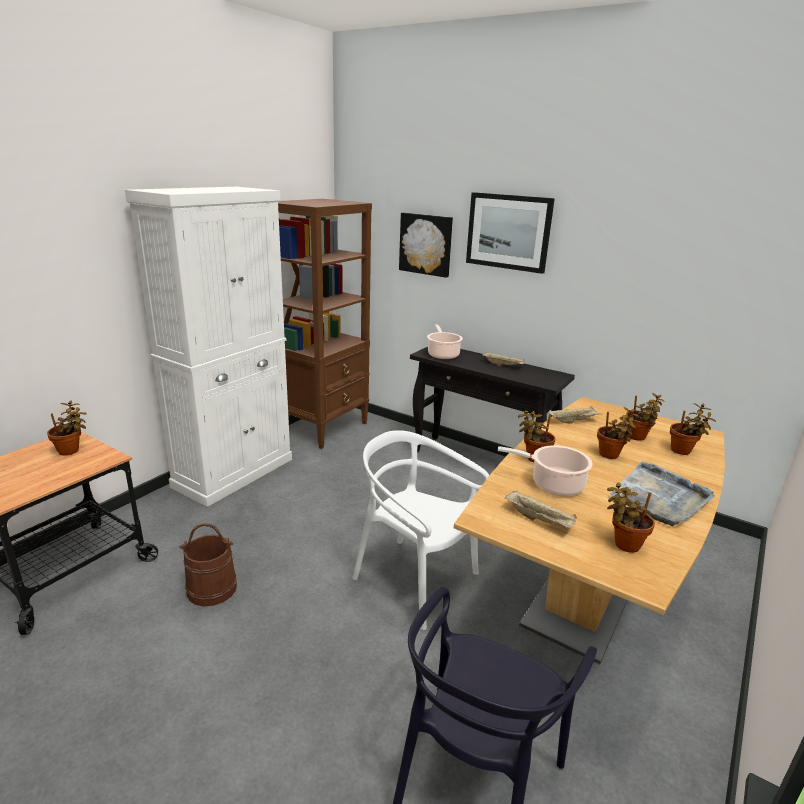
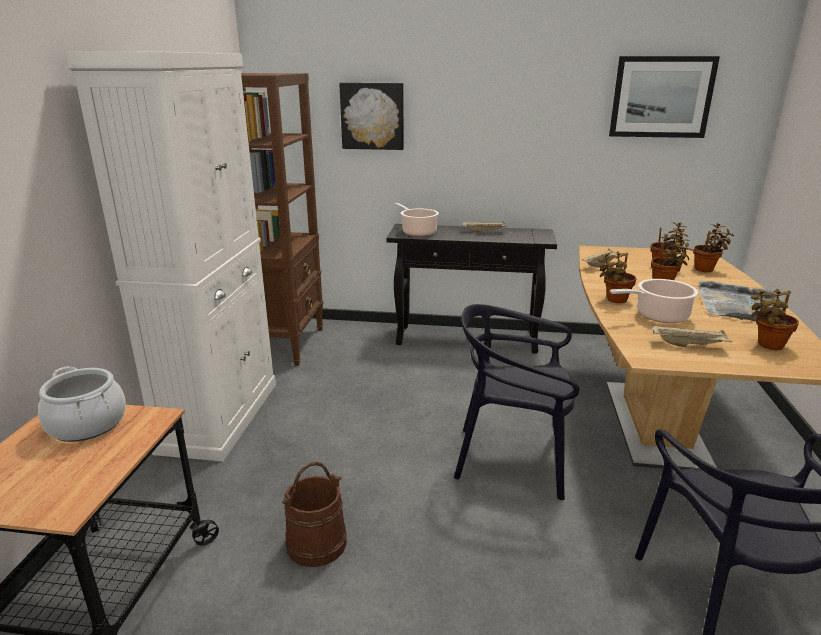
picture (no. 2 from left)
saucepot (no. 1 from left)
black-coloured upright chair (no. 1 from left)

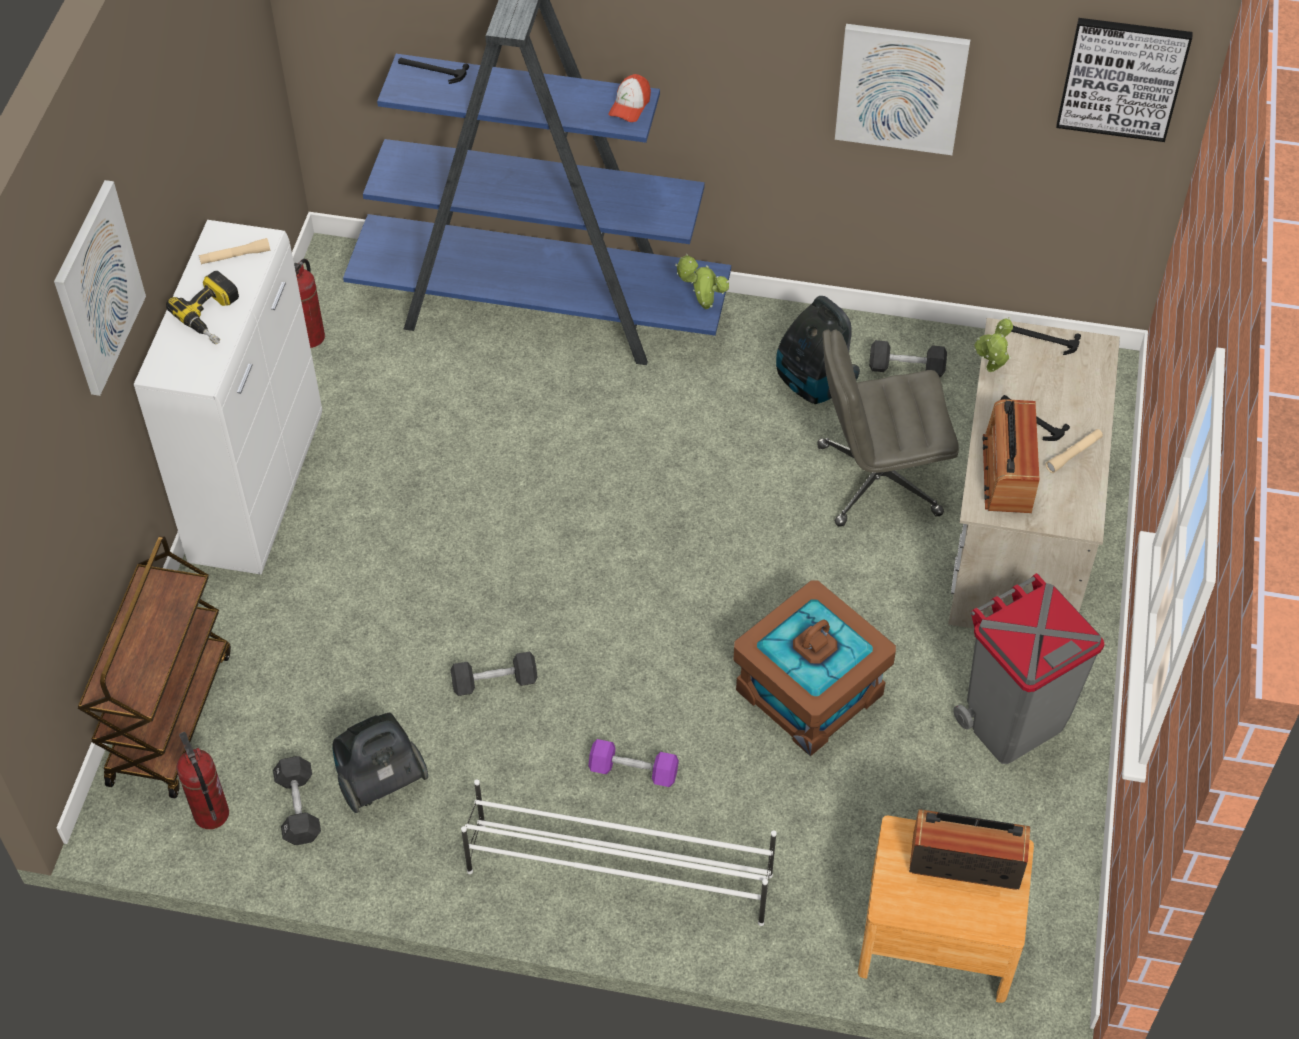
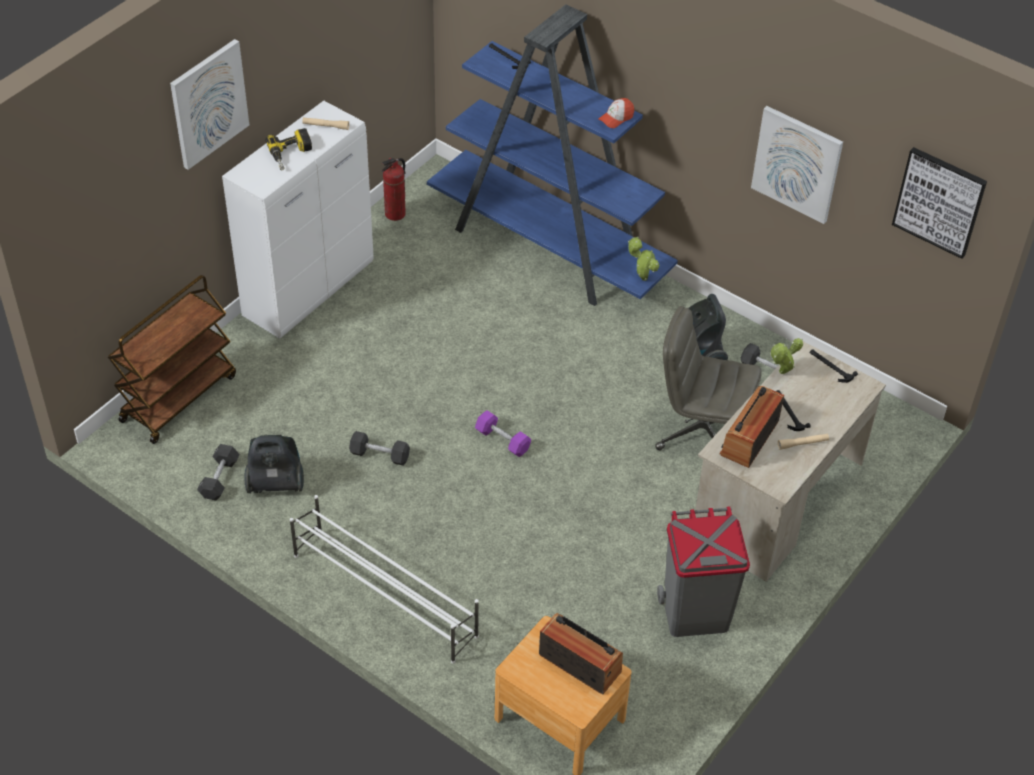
fire-fighting cylinder (no. 1 from left in the first image)
brown storage box
purple-coloured free weight

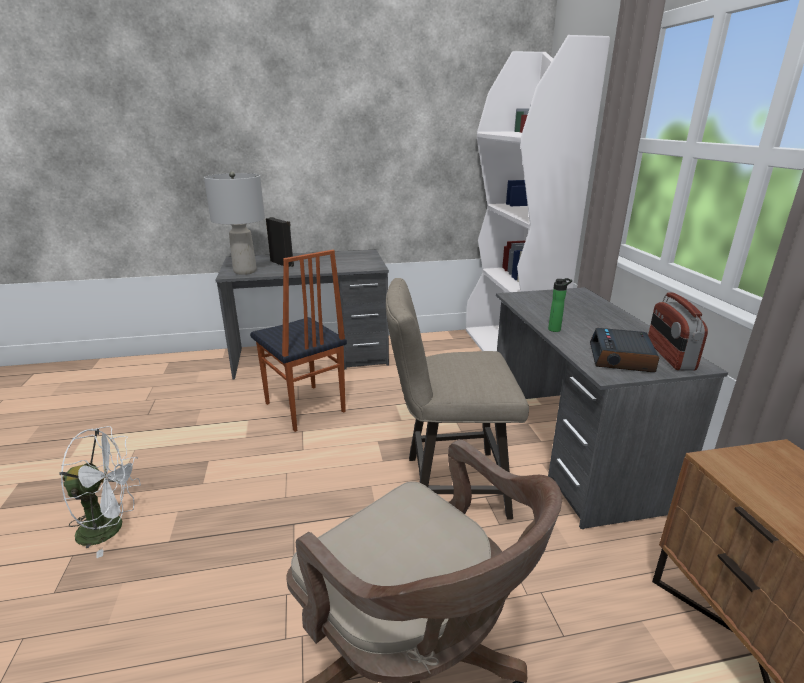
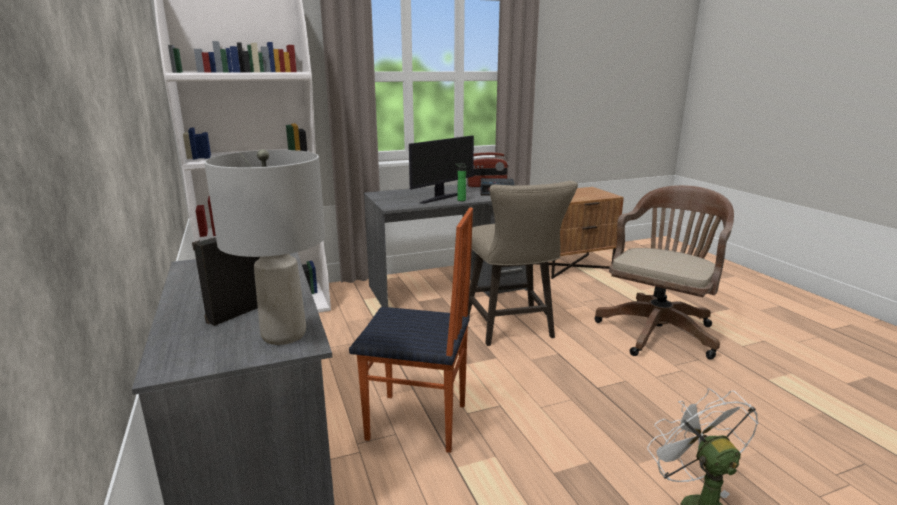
monitor
upright chair

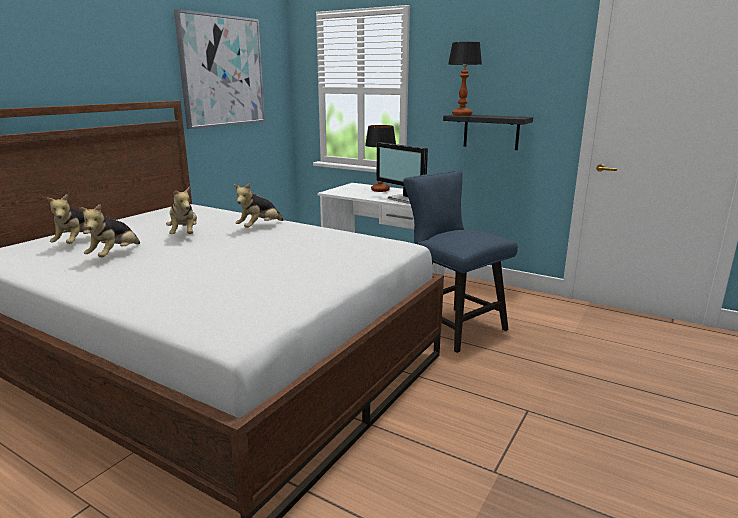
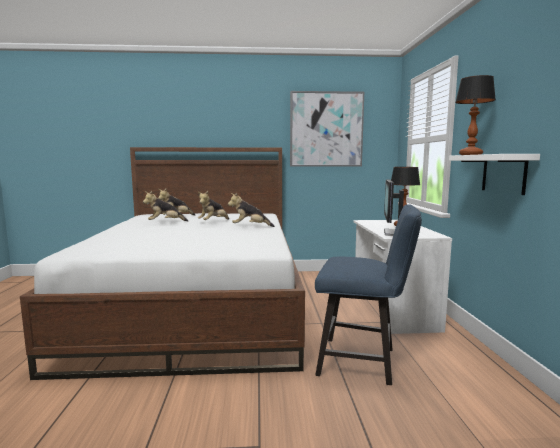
white-coloured bracket shelf
blue-coloured upright chair

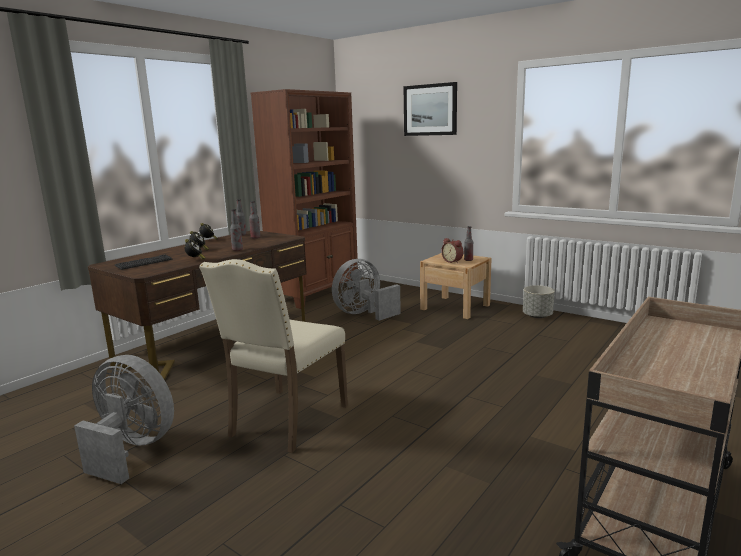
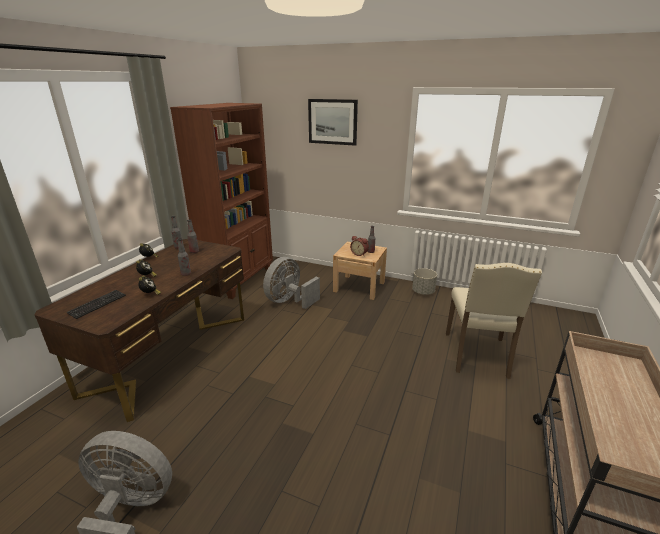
beige upright chair

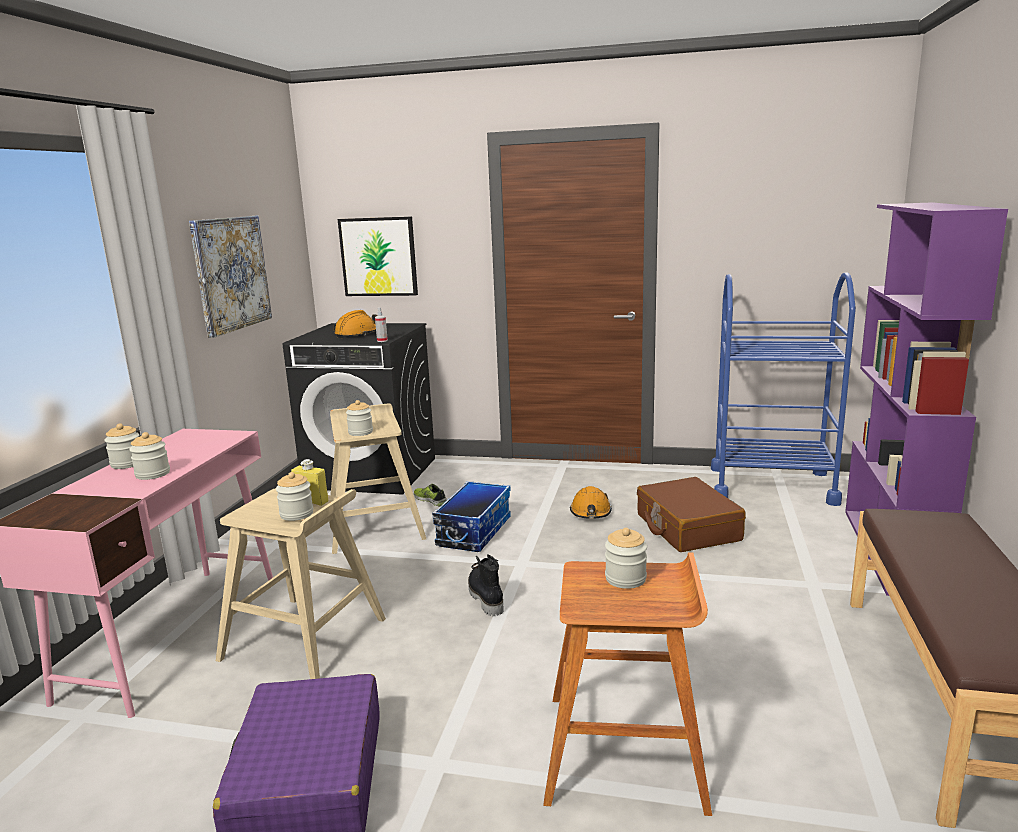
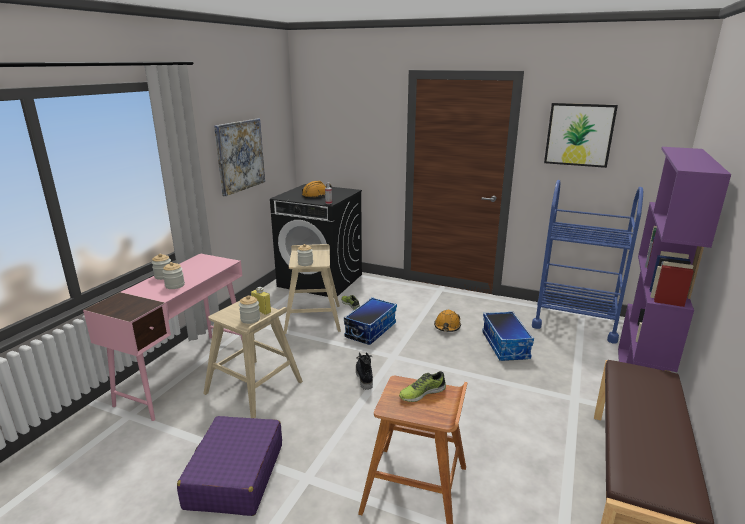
picture (no. 2 from left)
shoe (no. 2 from left)
storage box (no. 2 from left)

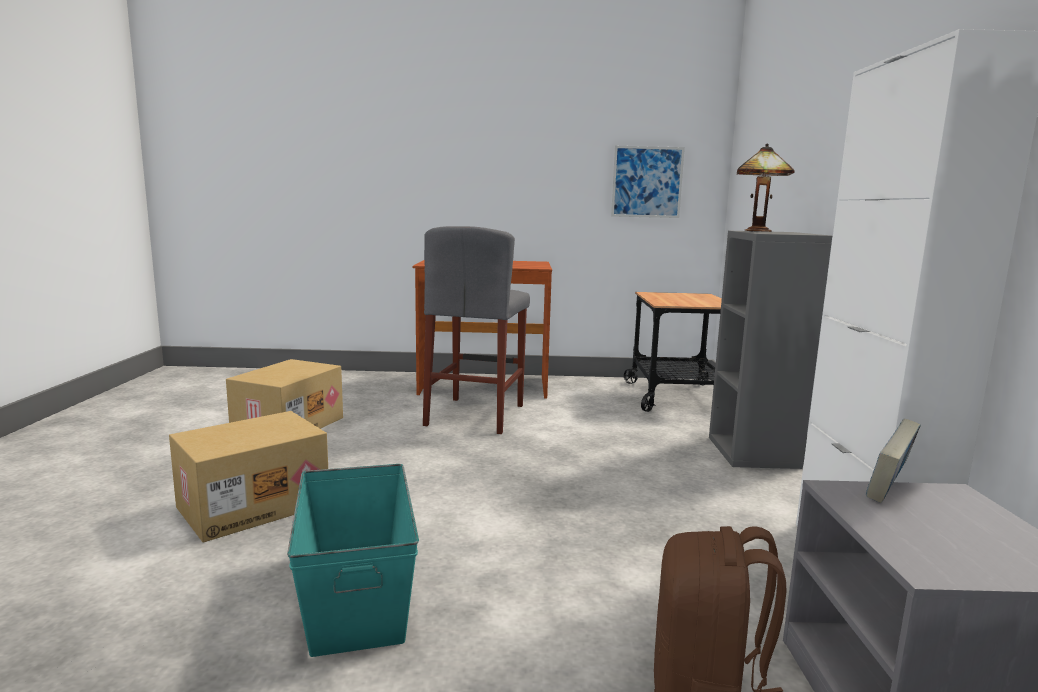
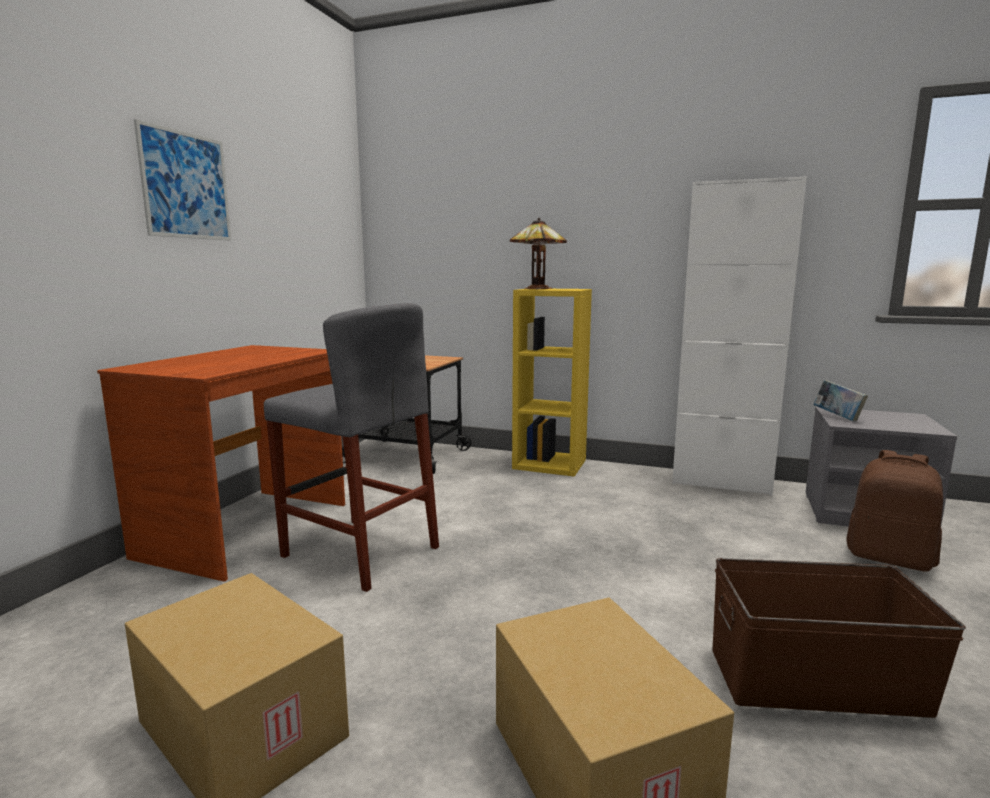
picture
brown storage box
yellow shelving unit

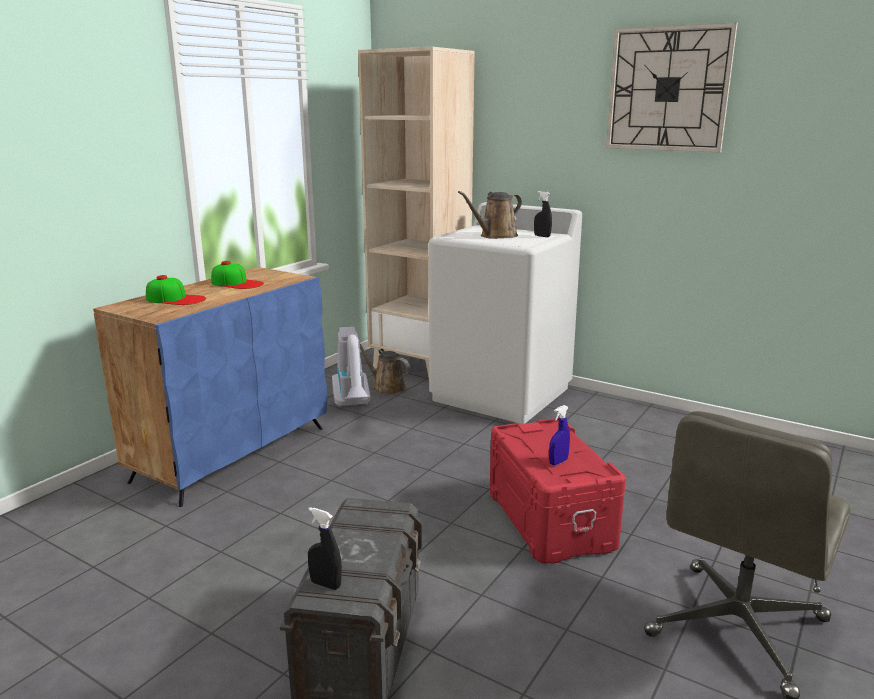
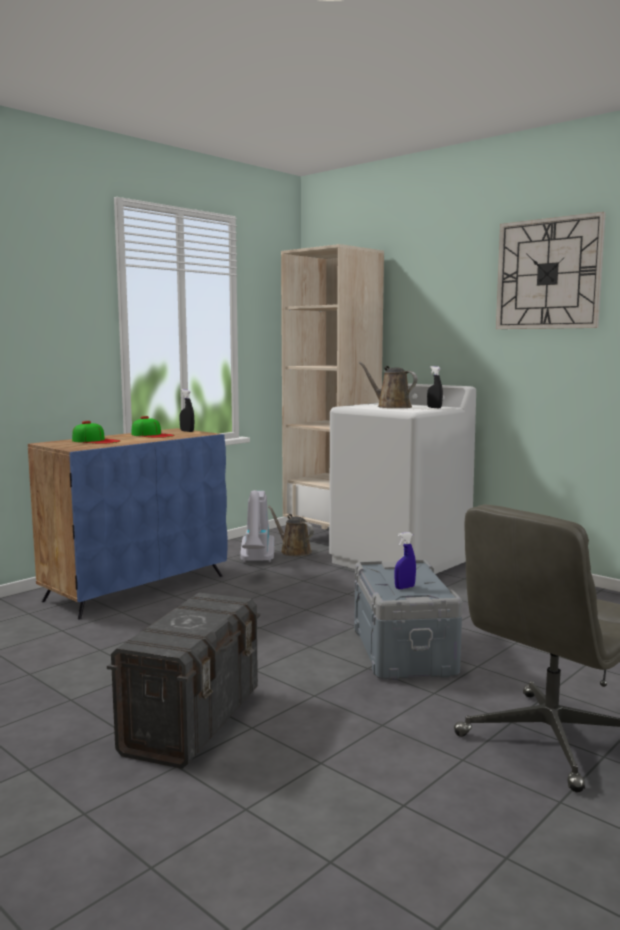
black-coloured hand sprayer (no. 1 from left)
greyish storage box (no. 2 from left)
brown sprinkling can (no. 2 from left)

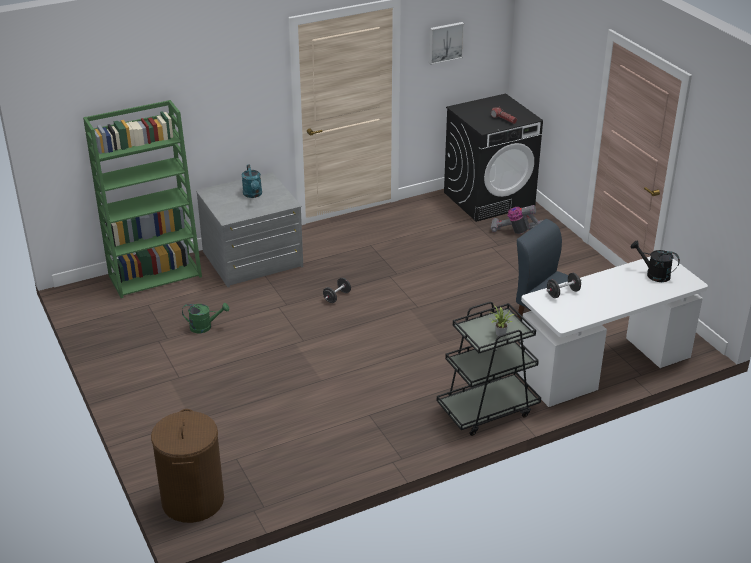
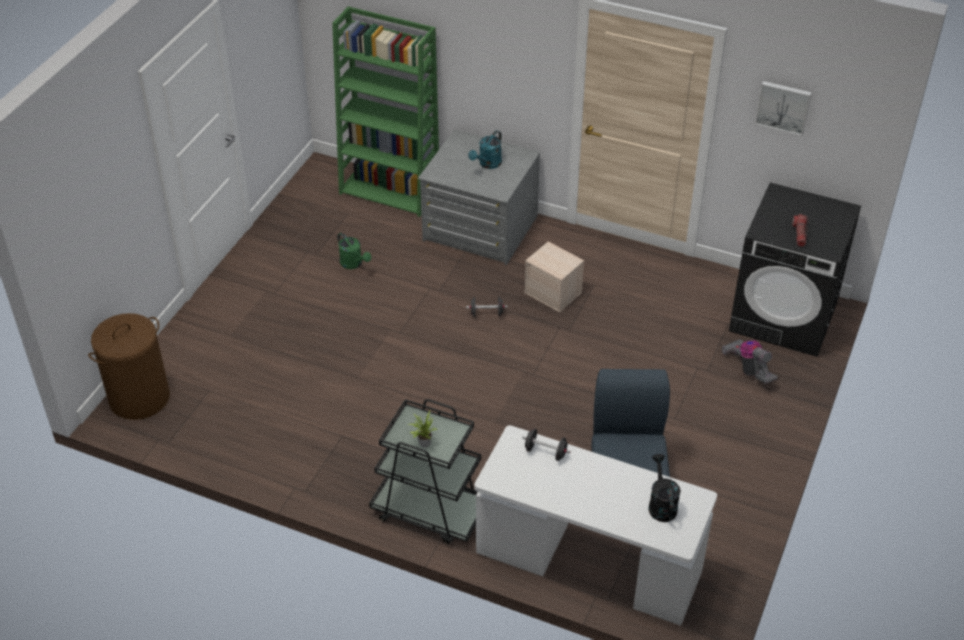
beige storage box

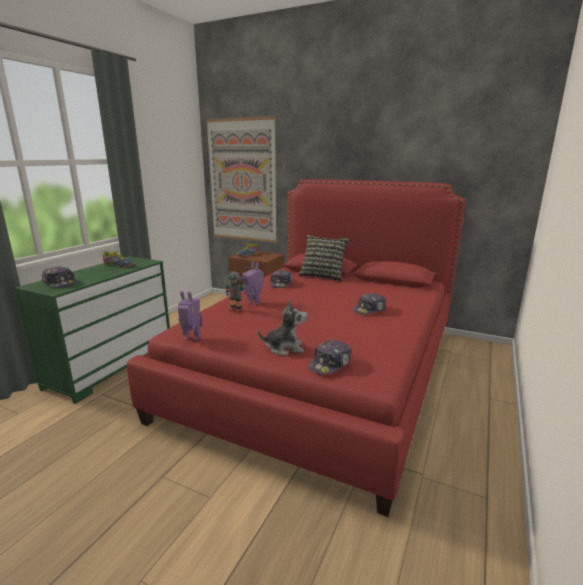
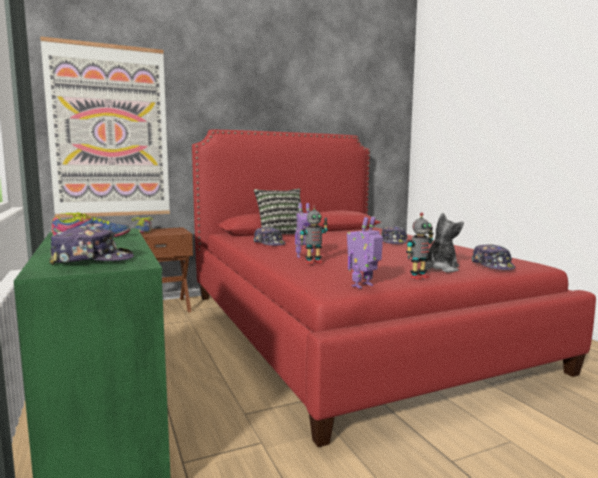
robot figure (no. 4 from left)

